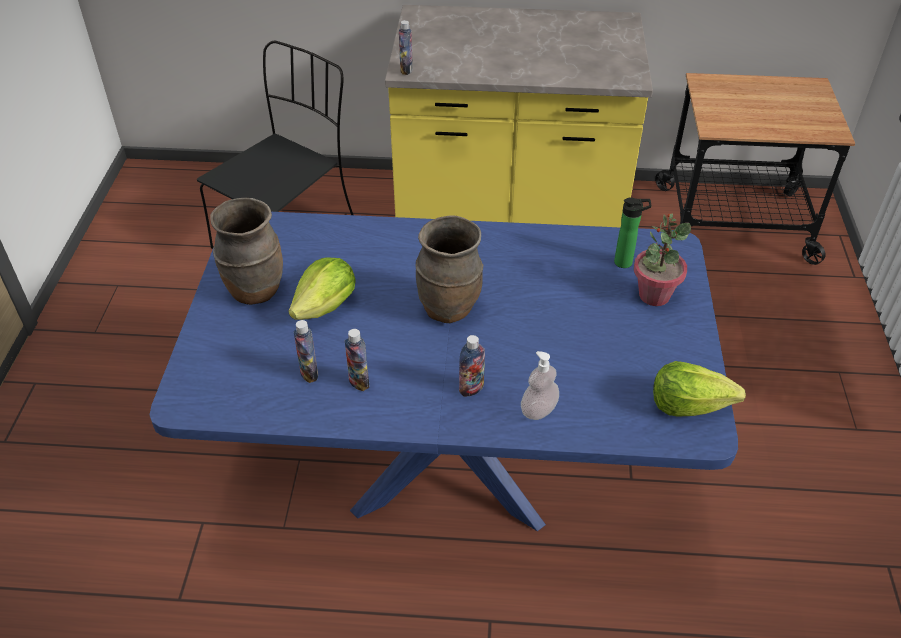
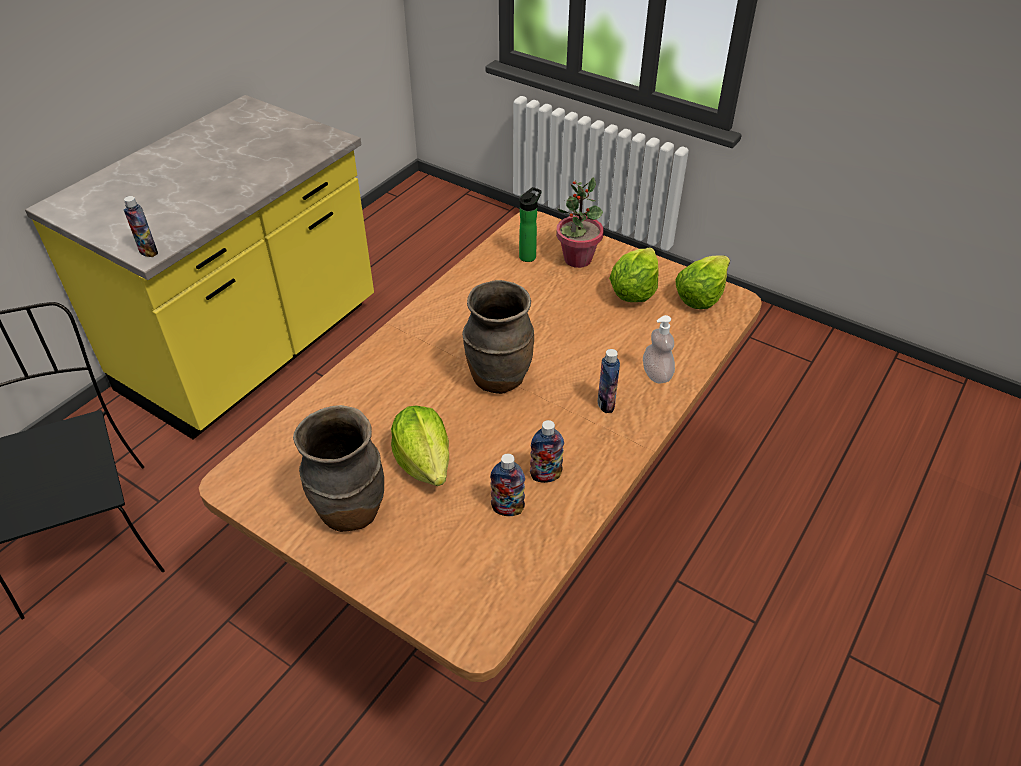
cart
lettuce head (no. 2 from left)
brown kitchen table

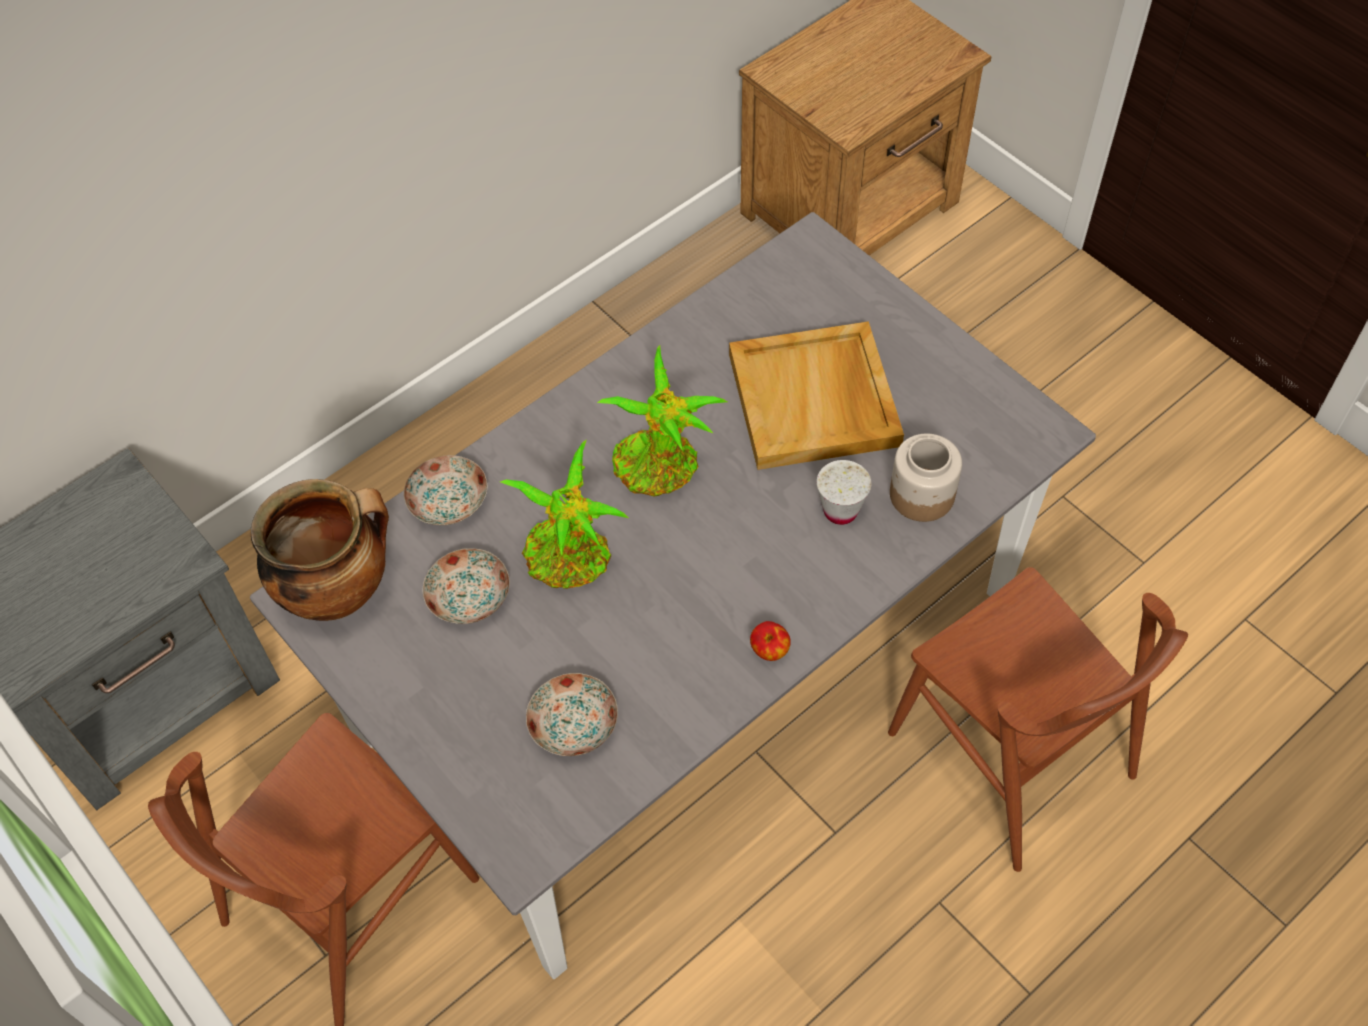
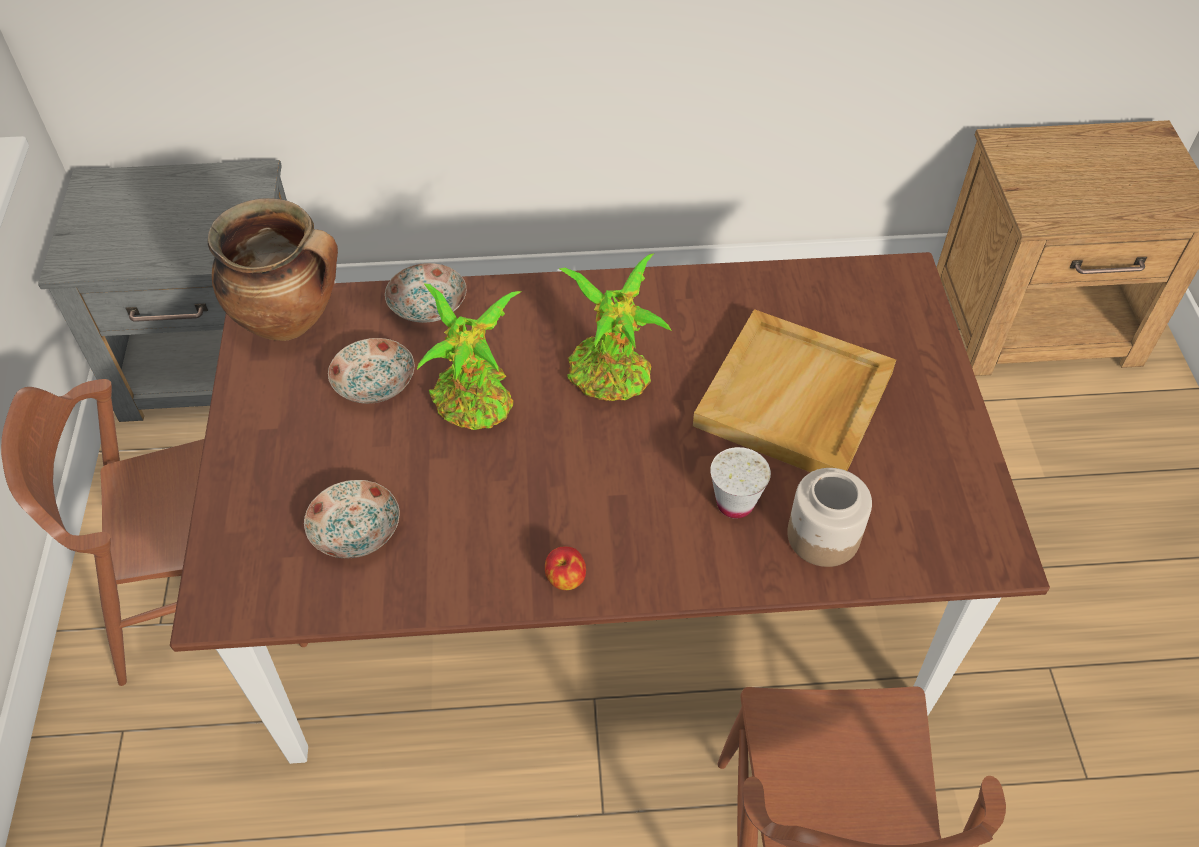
brown kitchen table

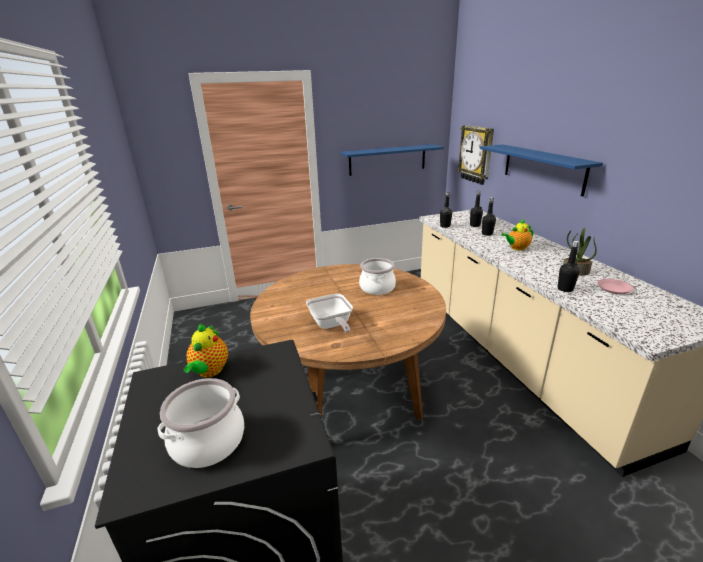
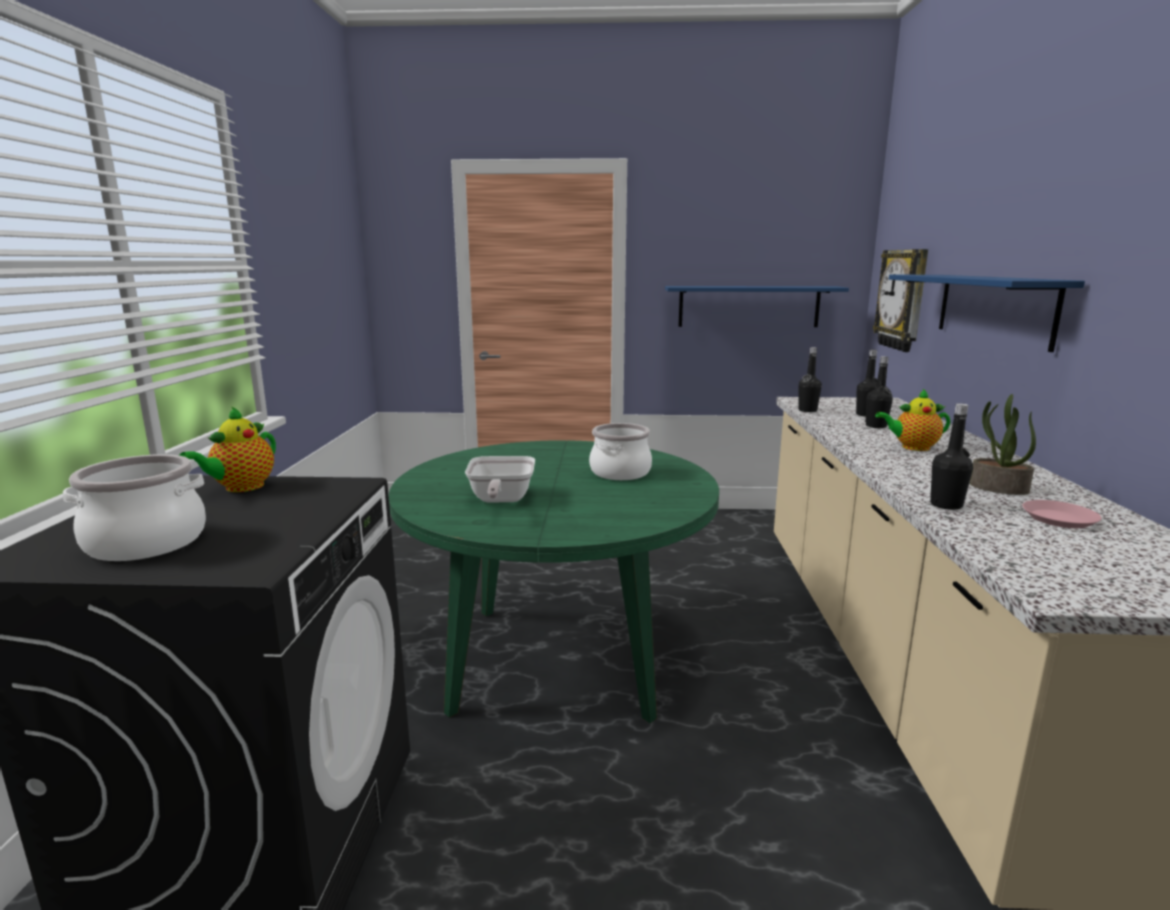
green-coloured kitchen table

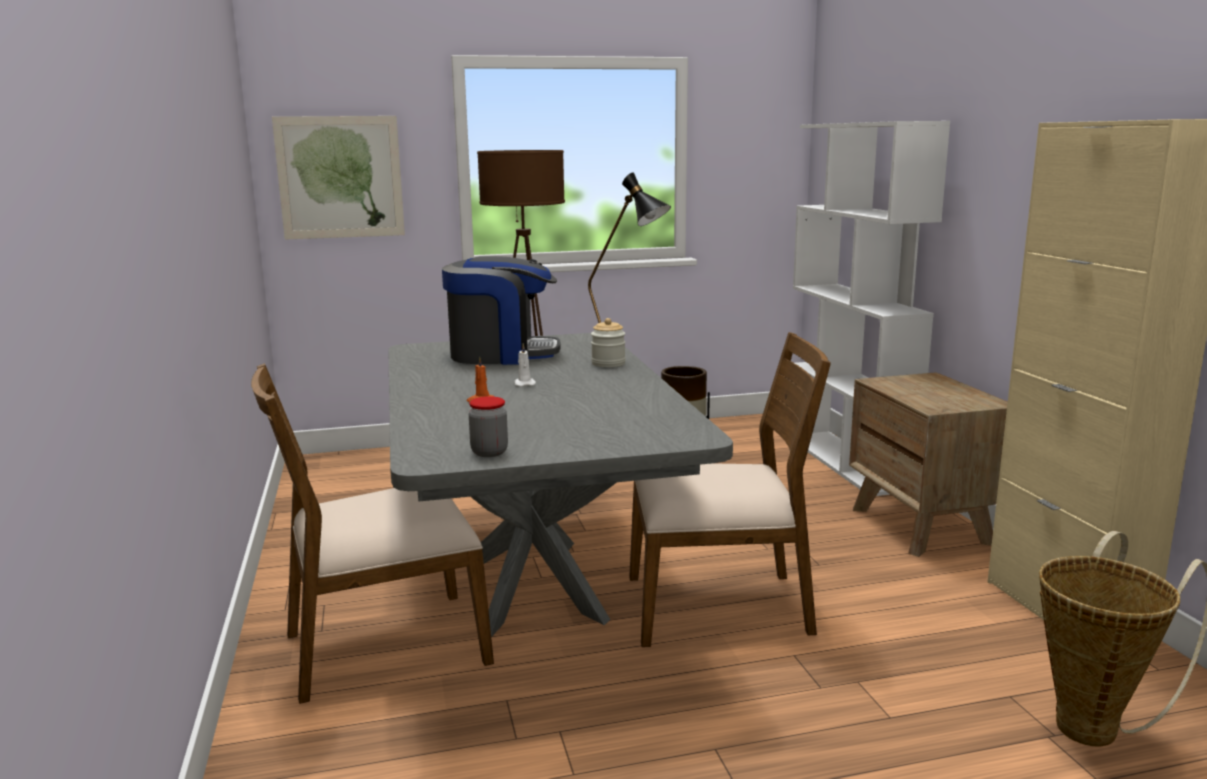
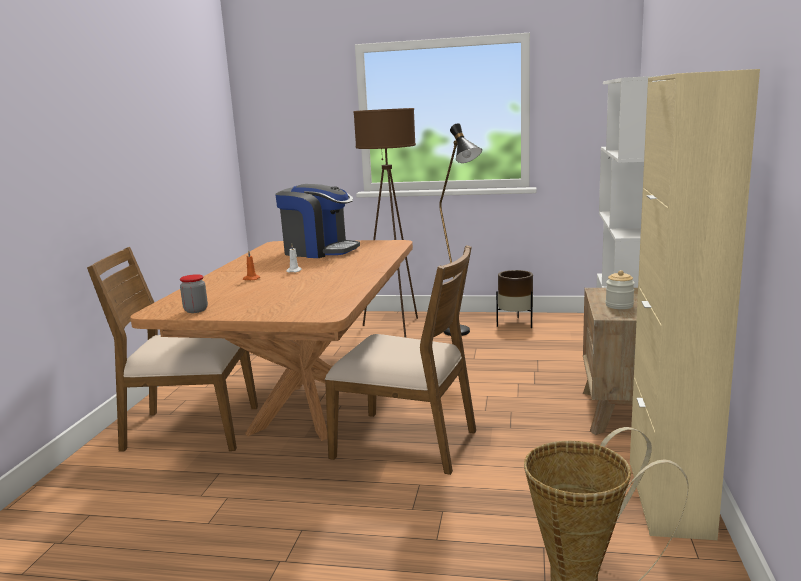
picture
preserve jar (no. 2 from left)
brown kitchen table

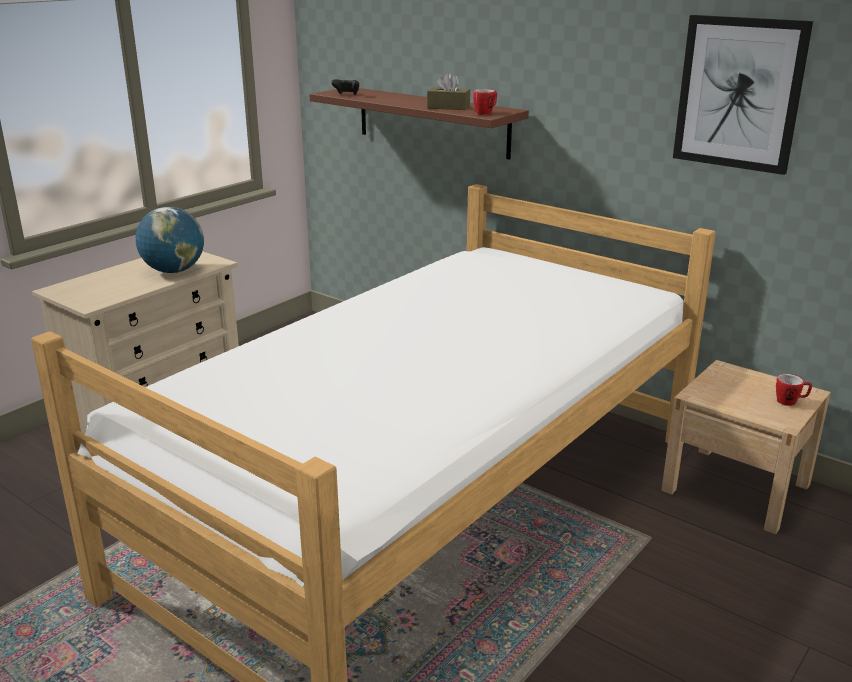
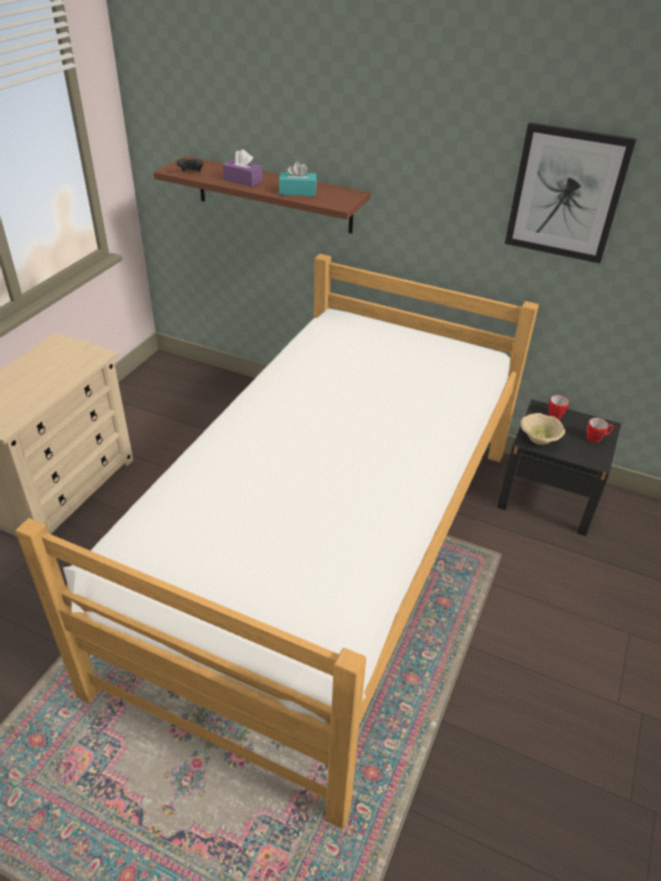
world globe
purple-coloured tissue box
beige bowl
coffee mug (no. 1 from left)
turquoise tissue box
black-coloured night table

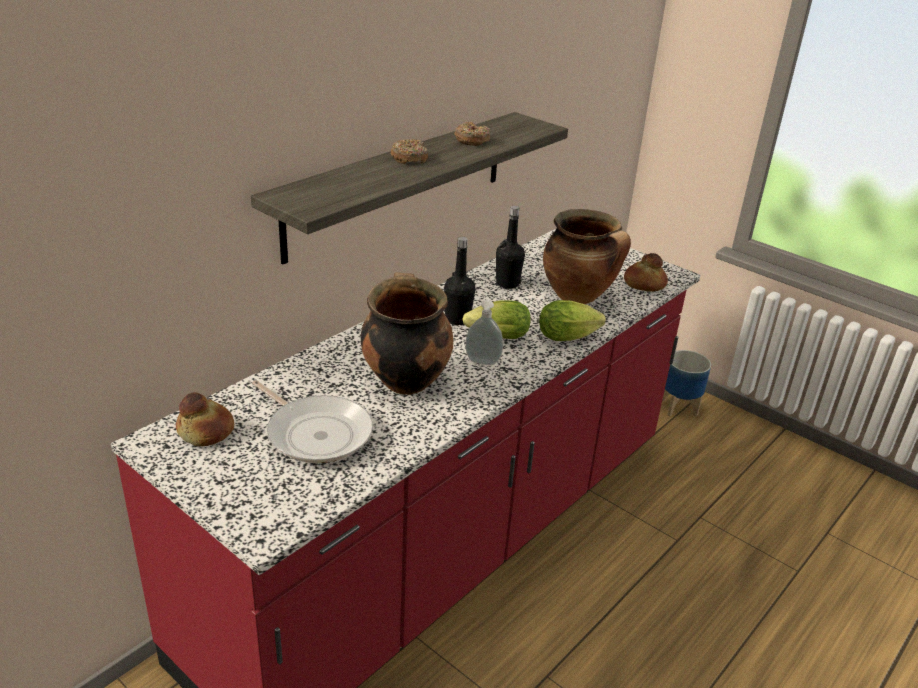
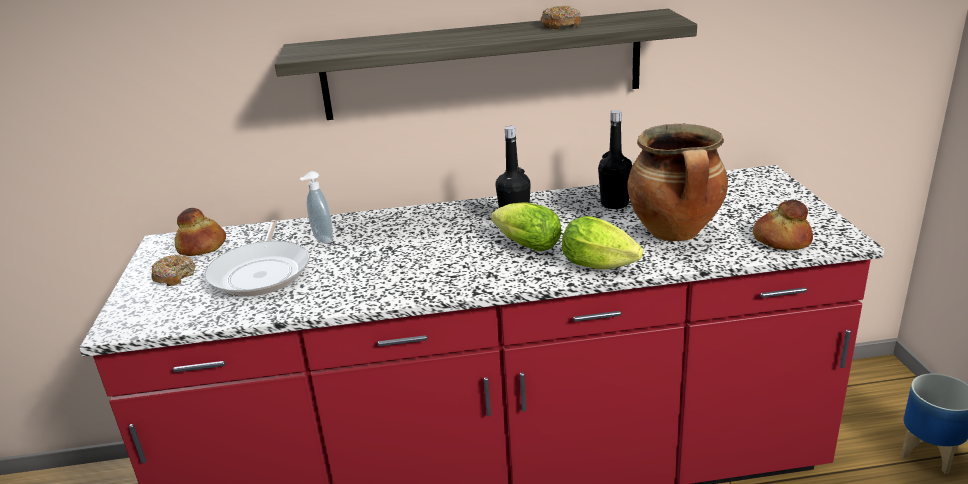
saucepot (no. 1 from left in the first image)
doughnut (no. 1 from left)
liquid soap bottle

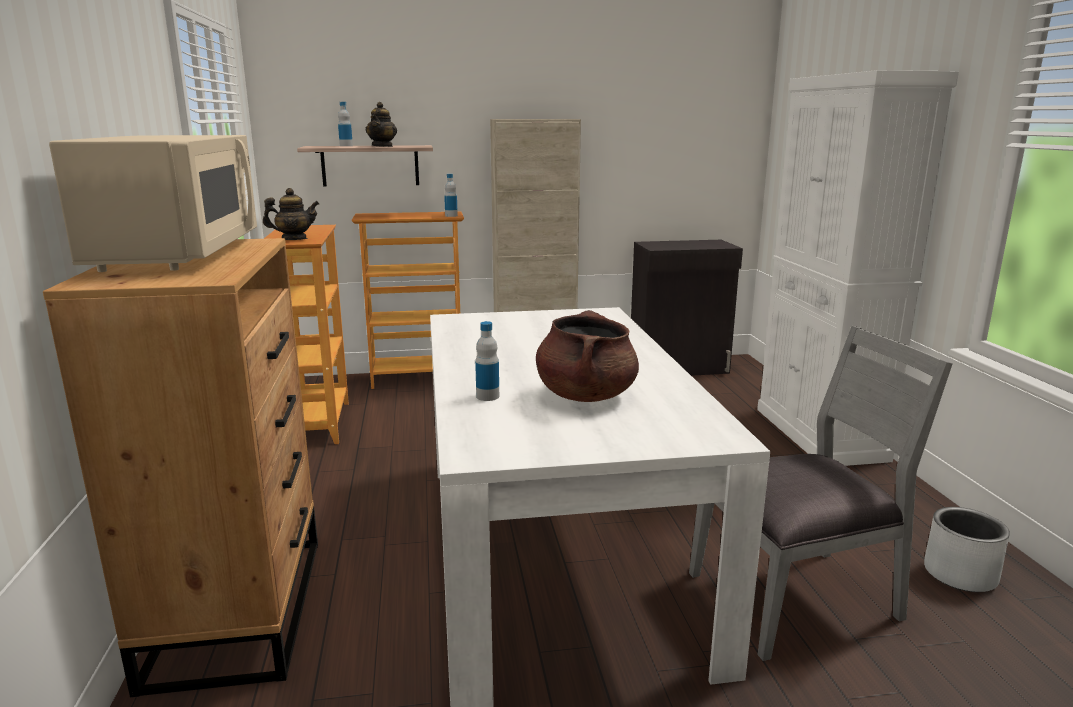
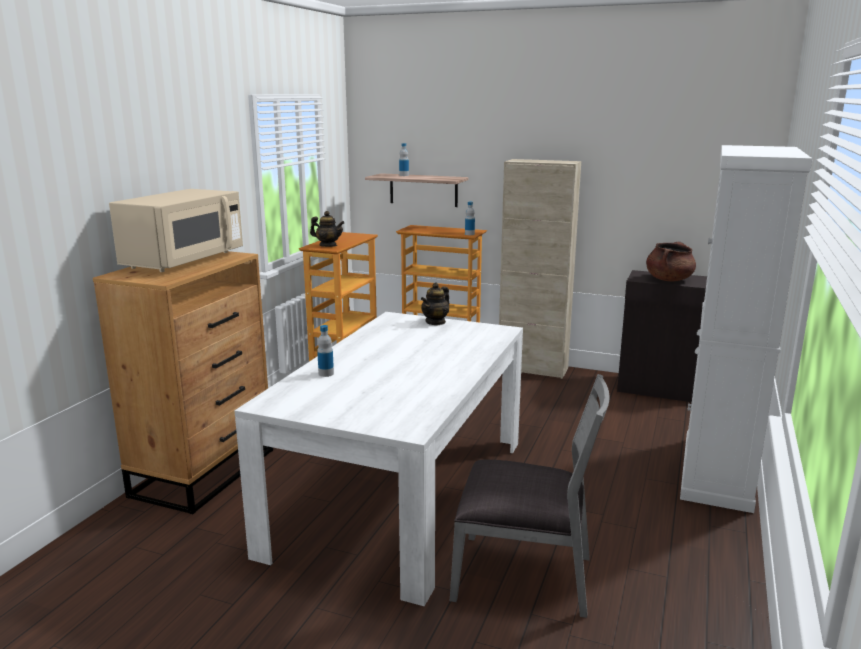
greyish flower pot
tea pot (no. 2 from left)
brown saucepot

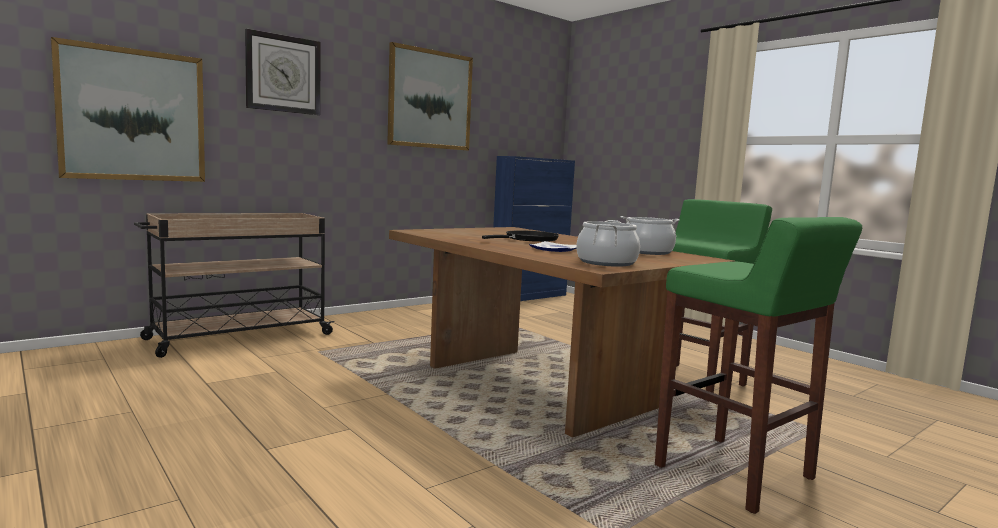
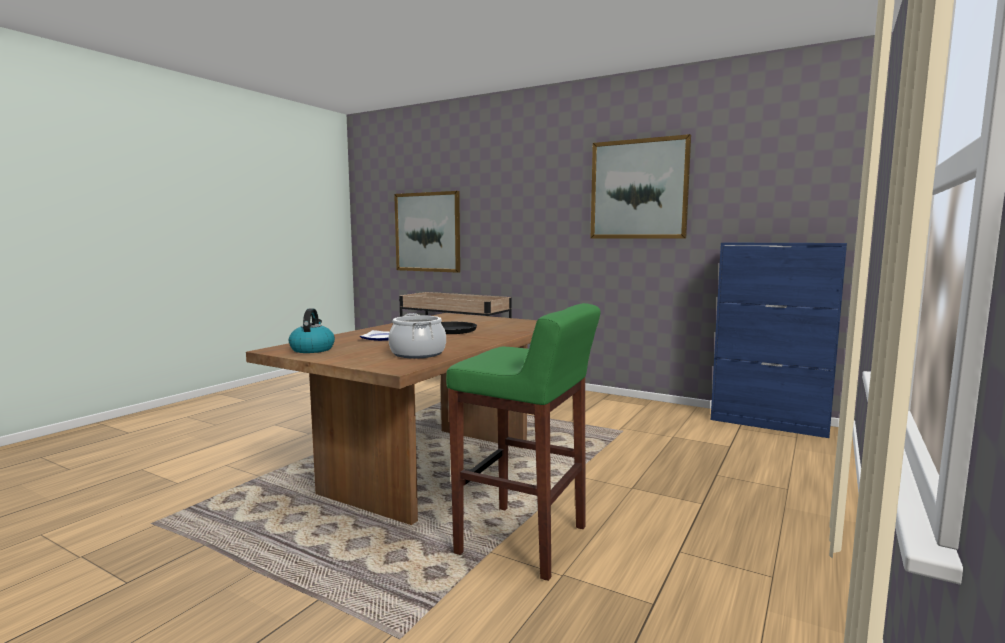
clock on the wall
green-coloured stool seat (no. 2 from left in the first image)
water kettle

